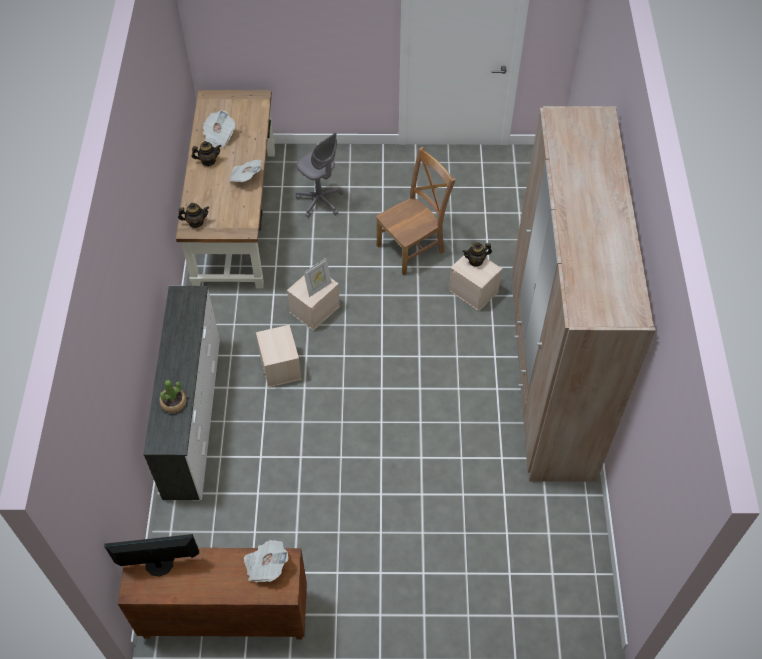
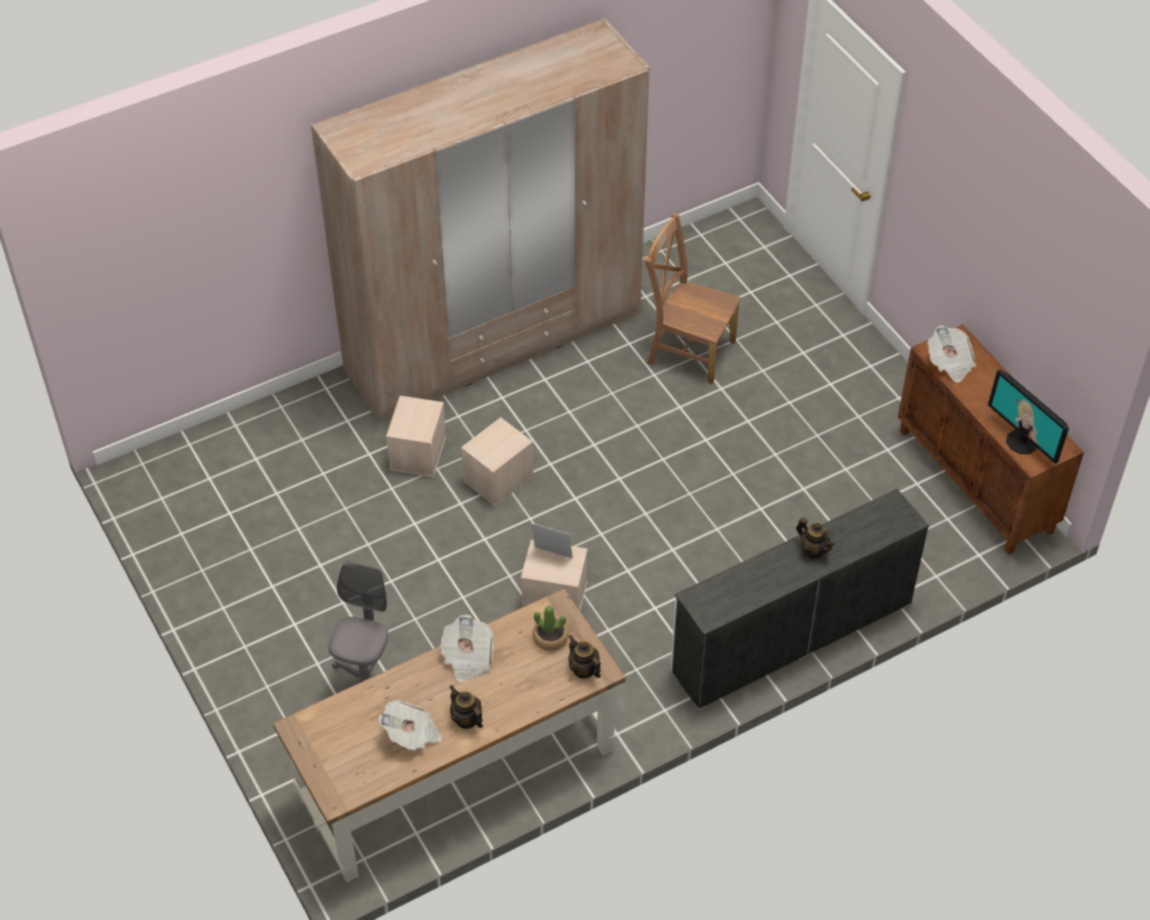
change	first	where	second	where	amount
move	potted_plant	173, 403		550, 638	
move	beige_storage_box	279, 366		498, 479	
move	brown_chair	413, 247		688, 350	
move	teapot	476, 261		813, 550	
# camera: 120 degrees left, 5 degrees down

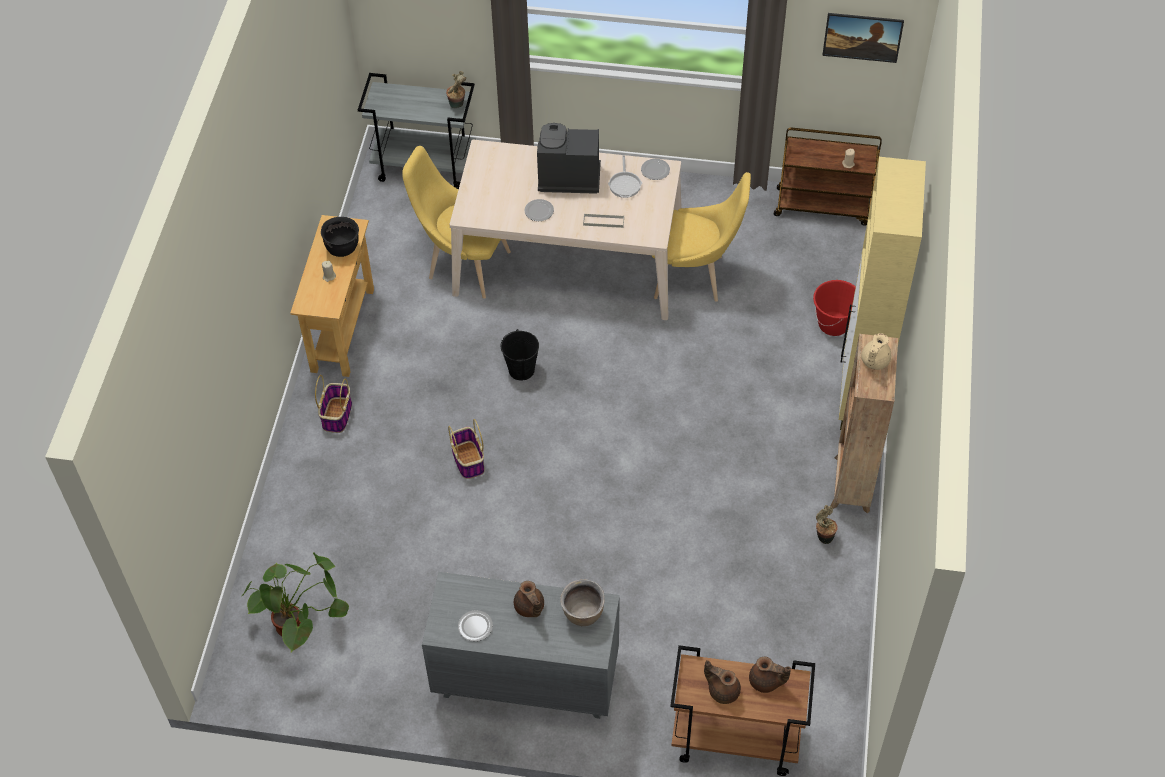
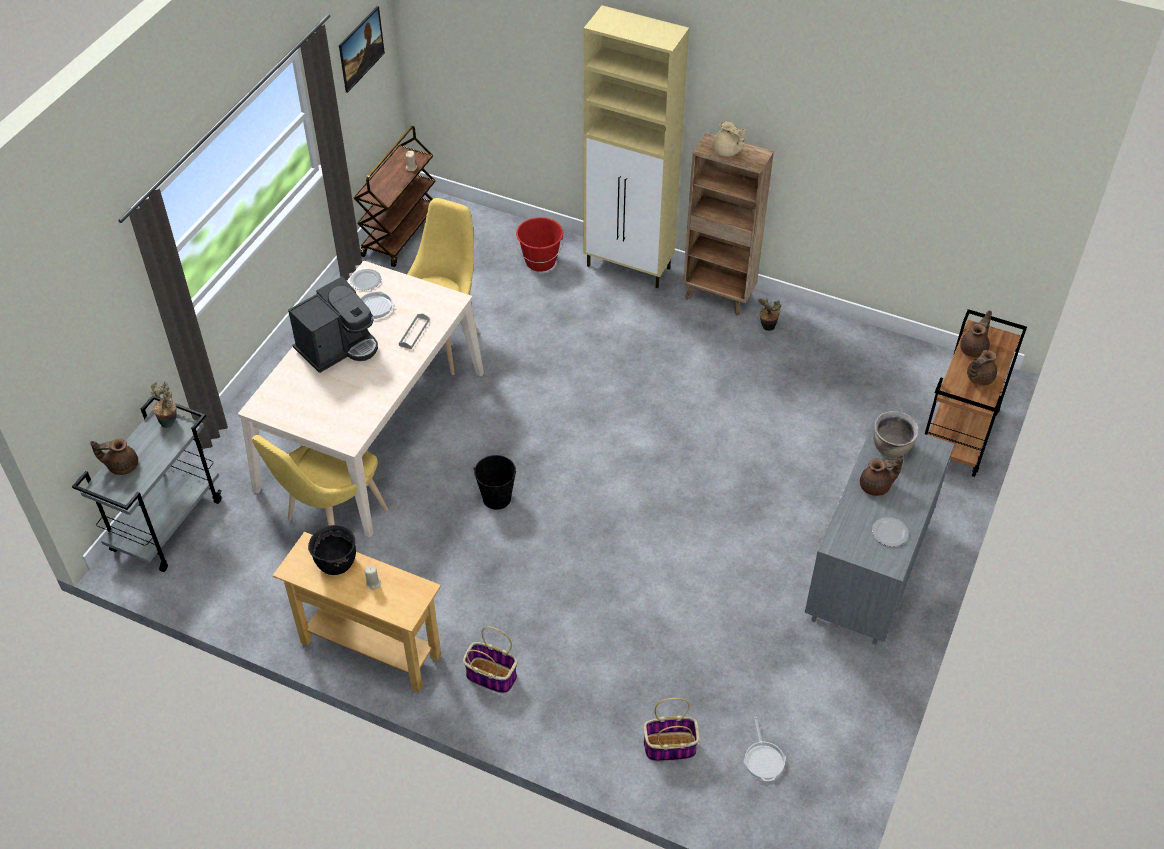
change	first	where	second	where	amount
delete	plate	539, 211			
insert			brown_teapot	122, 465	
move	basket	468, 460		669, 747	
replace	potted_plant	302, 626	frying_pan	763, 759	
rotate	coffee_machine	567, 177		338, 347	150 degrees counterclockwise
# camera: 75 degrees left, 5 degrees down

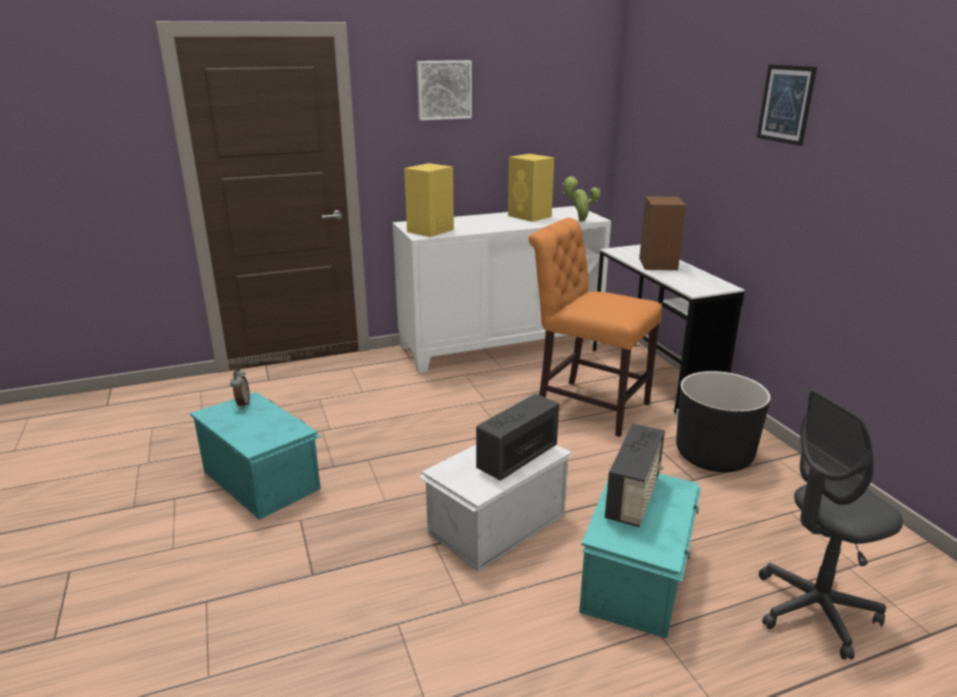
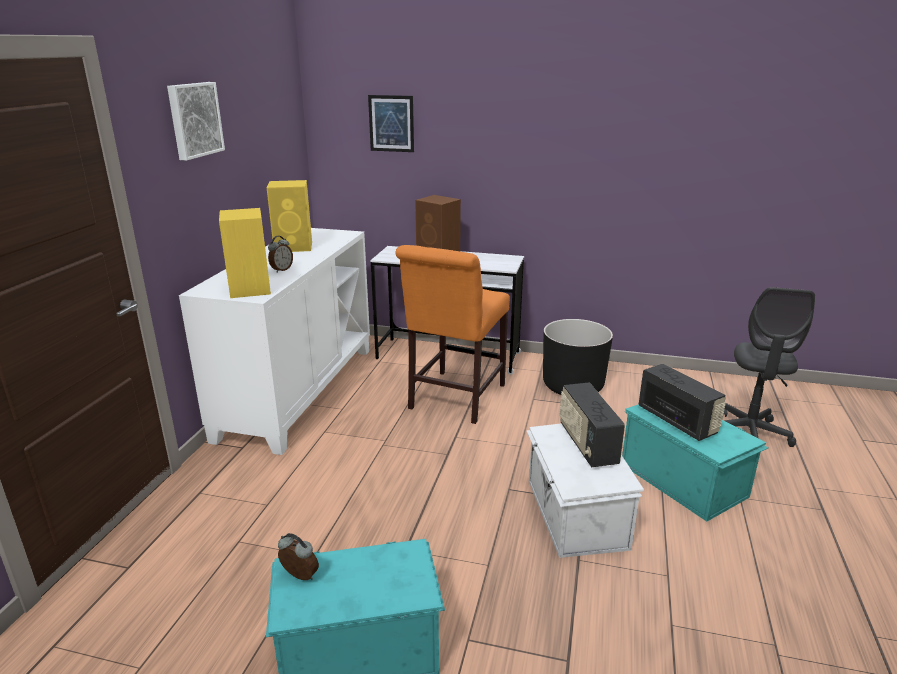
change	first	where	second	where	amount
delete	potted_plant	579, 221			
insert			alarm_clock	281, 270	
move	picture	785, 104		391, 123	
rotate	orange_chair	587, 405		454, 399	45 degrees counterclockwise
# camera: 55 degrees left, 0 degrees up

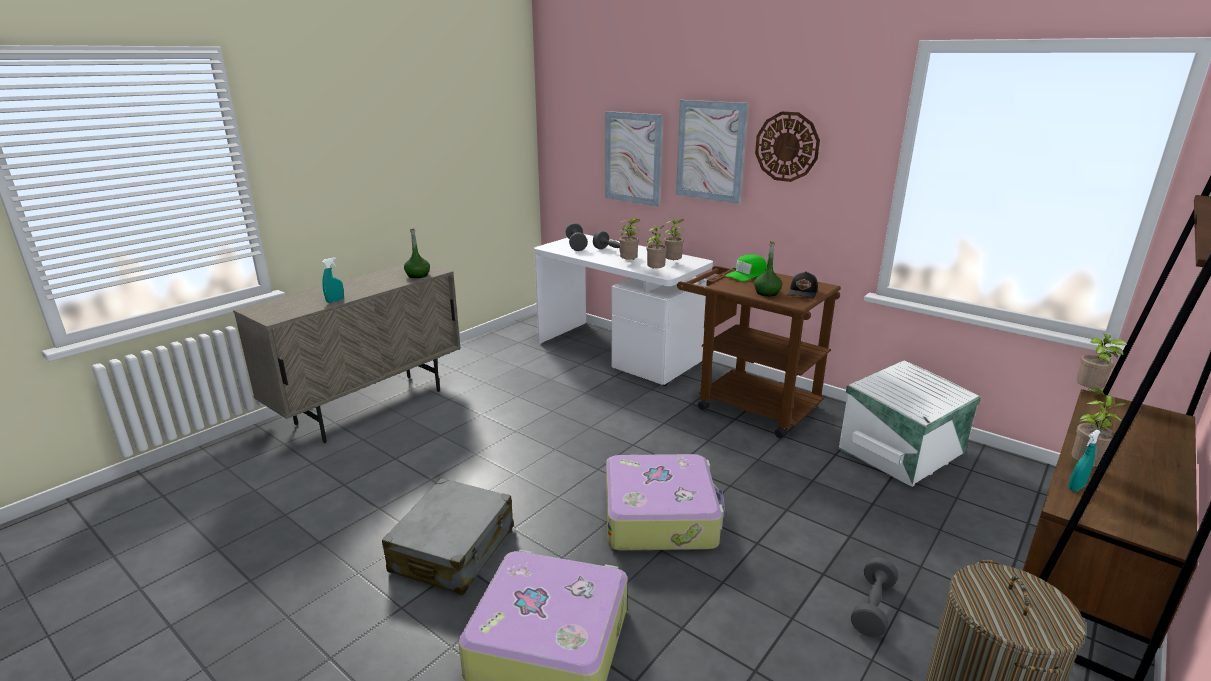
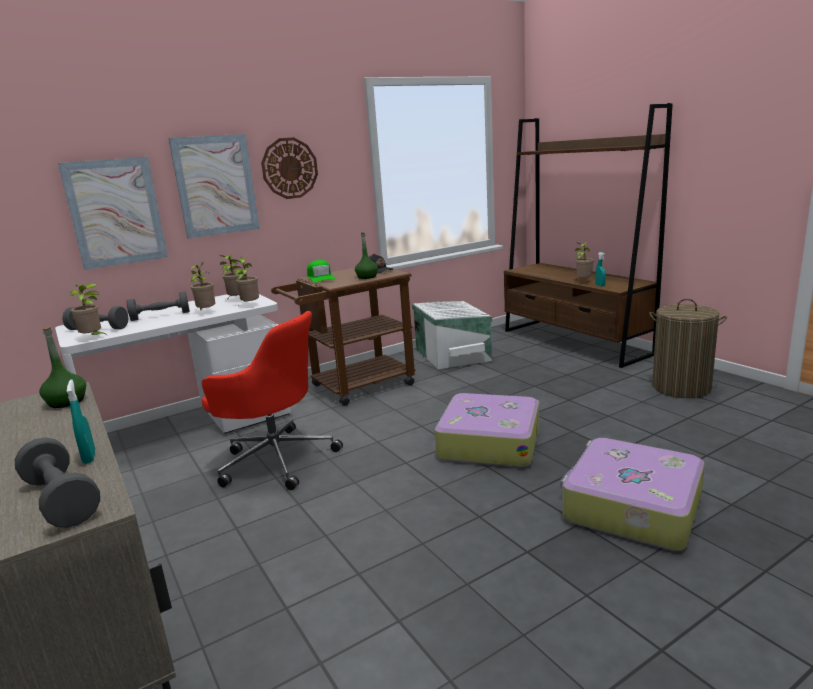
change	first	where	second	where	amount
delete	grey_suitcase	453, 549			
insert			red_office_chair	276, 459	
move	grey_dumbbell	872, 607		61, 500	
move	potted_plant	1089, 393		93, 338	
# camera: 70 degrees left, 5 degrees down

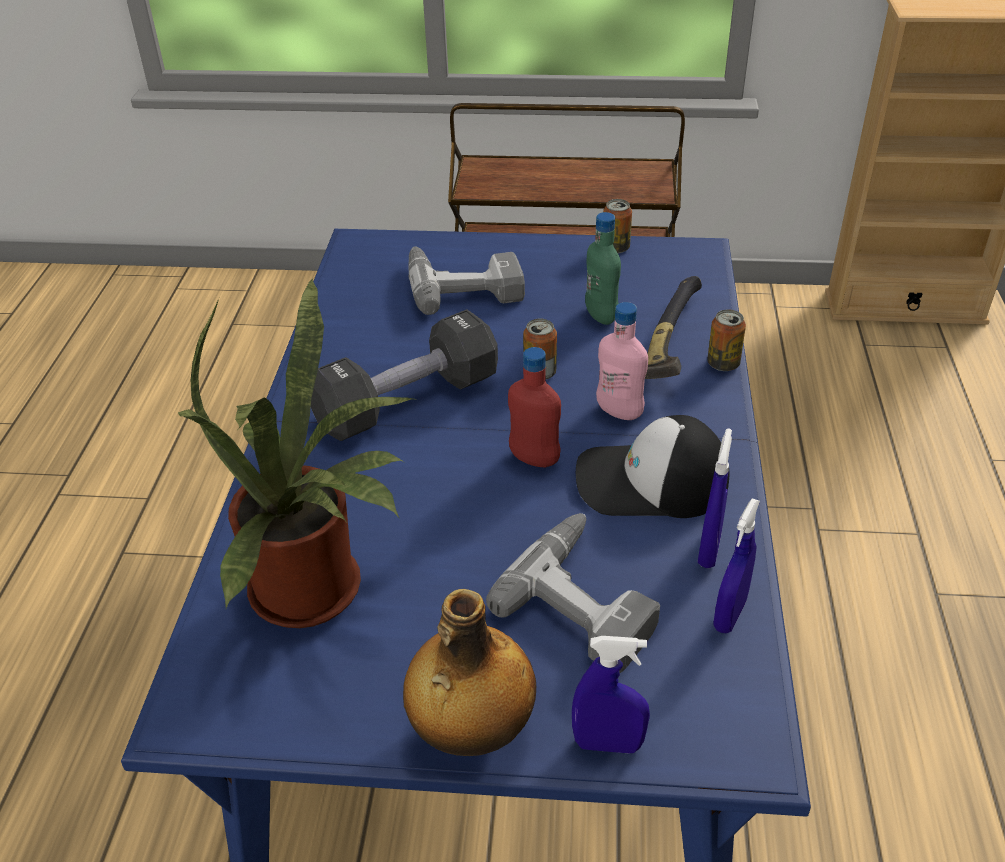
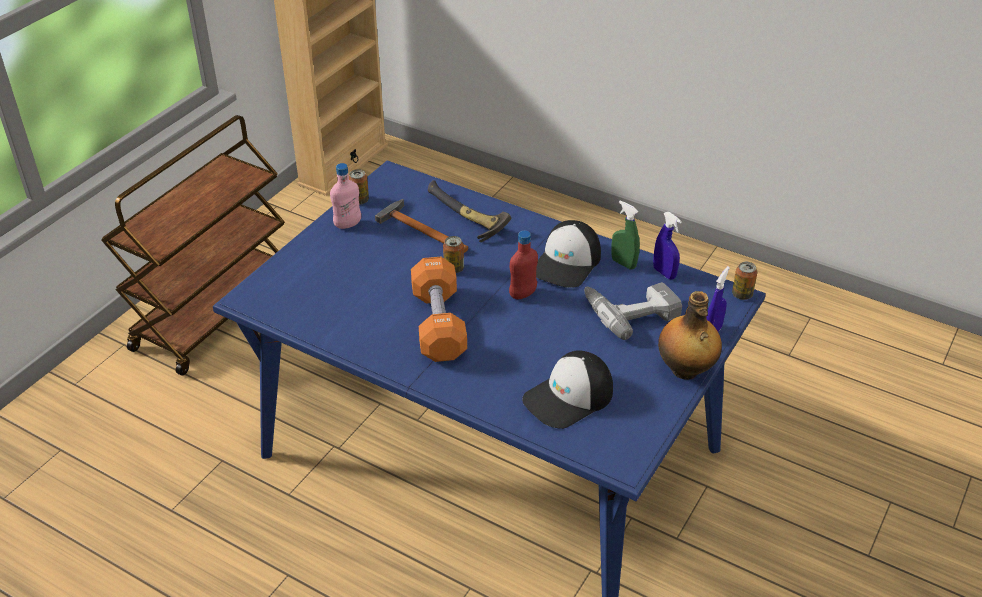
change	first	where	second	where	amount
delete	power_drill	463, 284			
move	pink_bottle	619, 411		347, 224	
move	can	723, 364		742, 294	
replace	potted_plant	318, 592	cap	569, 397	
replace	green_bottle	601, 316	hammer	421, 229	
recolor	black_dumbbell	407, 401	orange_dumbbell	438, 324	
recolor	blue_spray_bottle	709, 550	green_spray_bottle	623, 263	
# camera: 65 degrees left, 0 degrees up

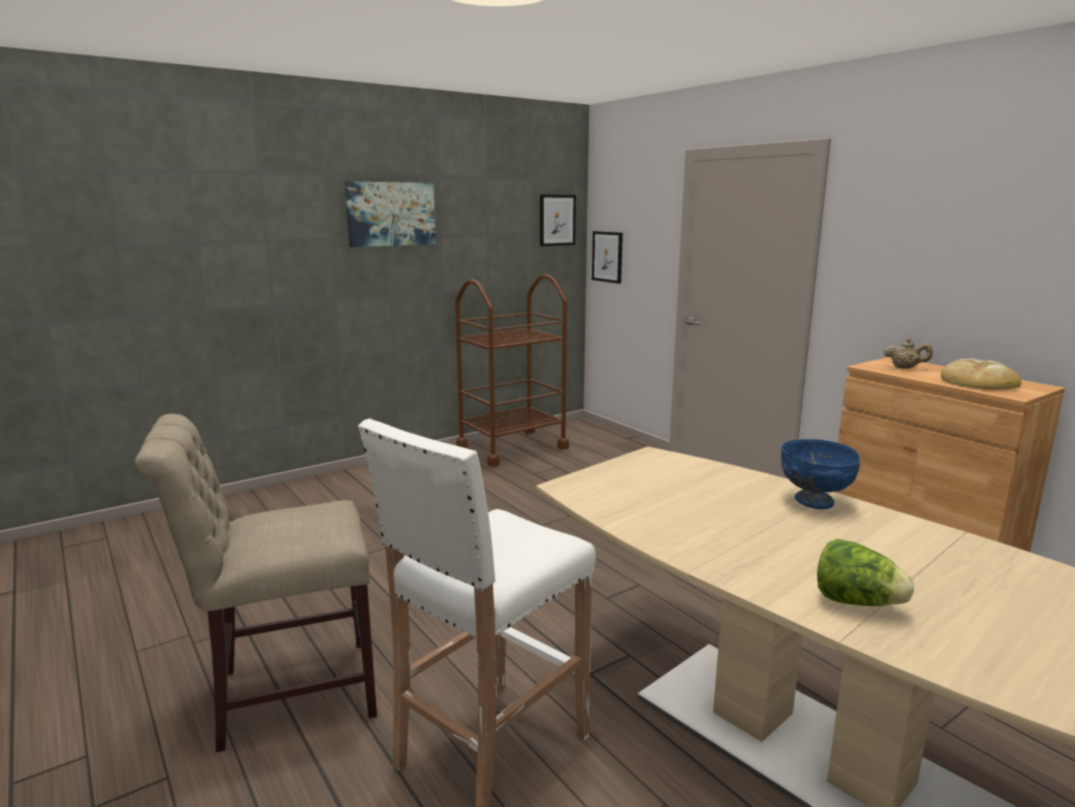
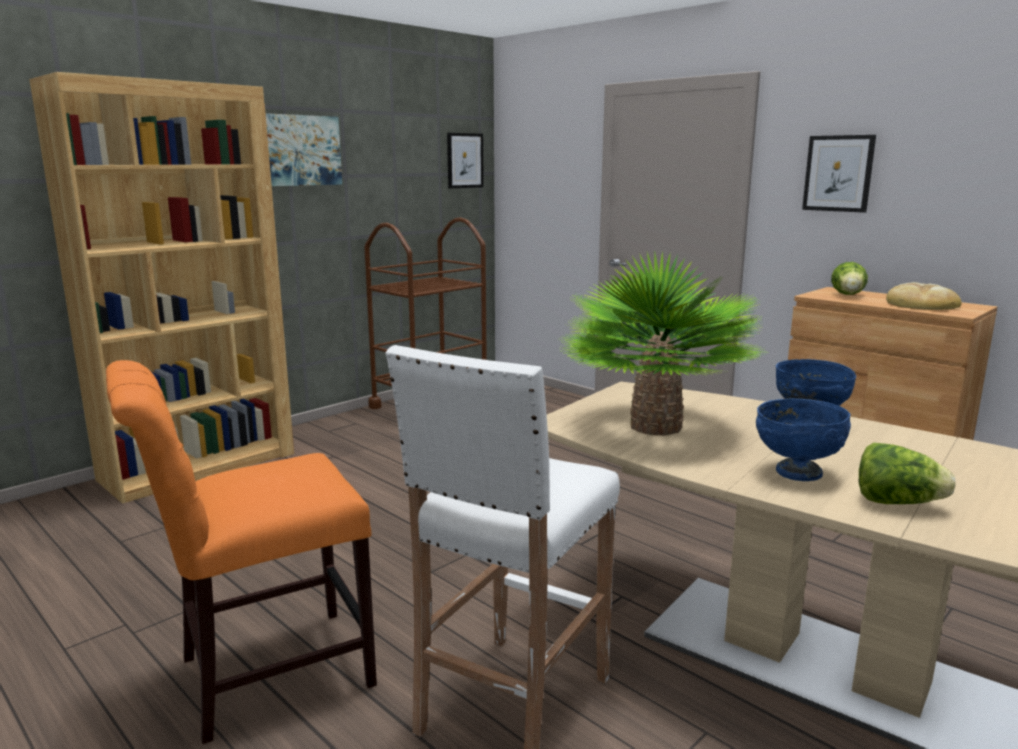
change	first	where	second	where	amount
insert			brown_bookcase	200, 466	
insert			potted_plant	655, 426	
insert			blue_bowl	797, 472	
move	picture	607, 256		838, 173	
replace	beige_teapot	905, 368	lettuce	848, 295	
recolor	beige_chair	285, 694	orange_chair	264, 674	
# camera: 10 degrees left, 0 degrees up

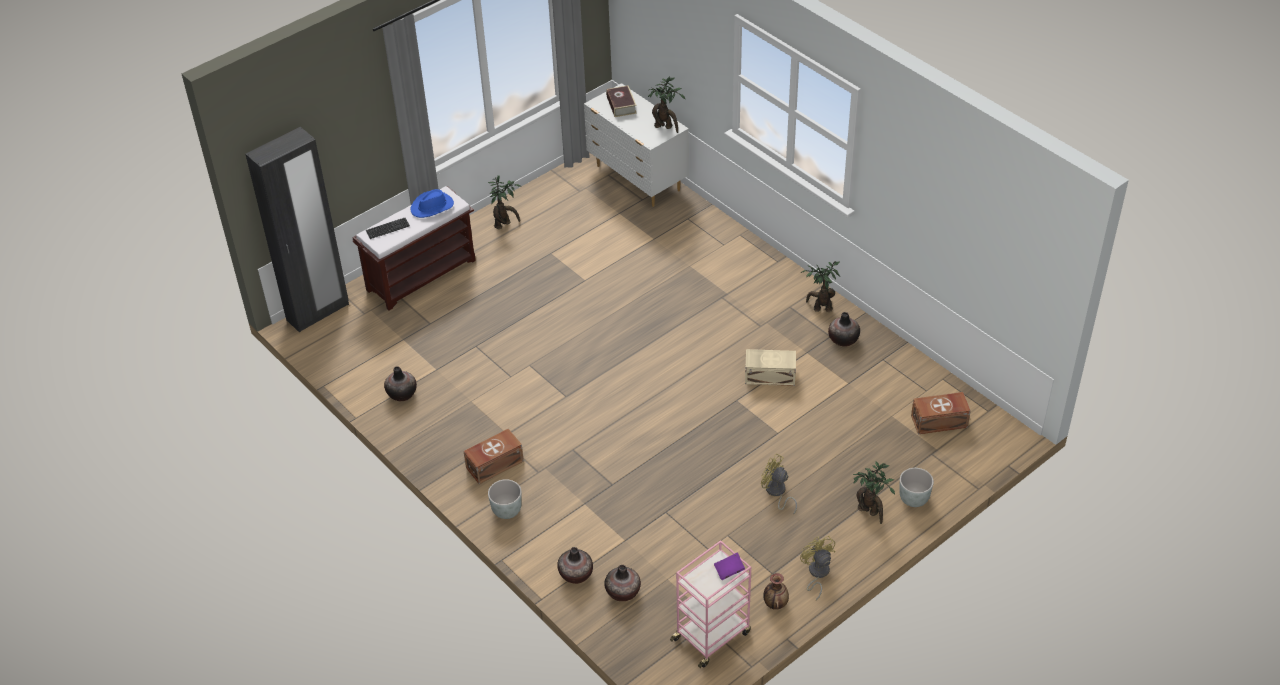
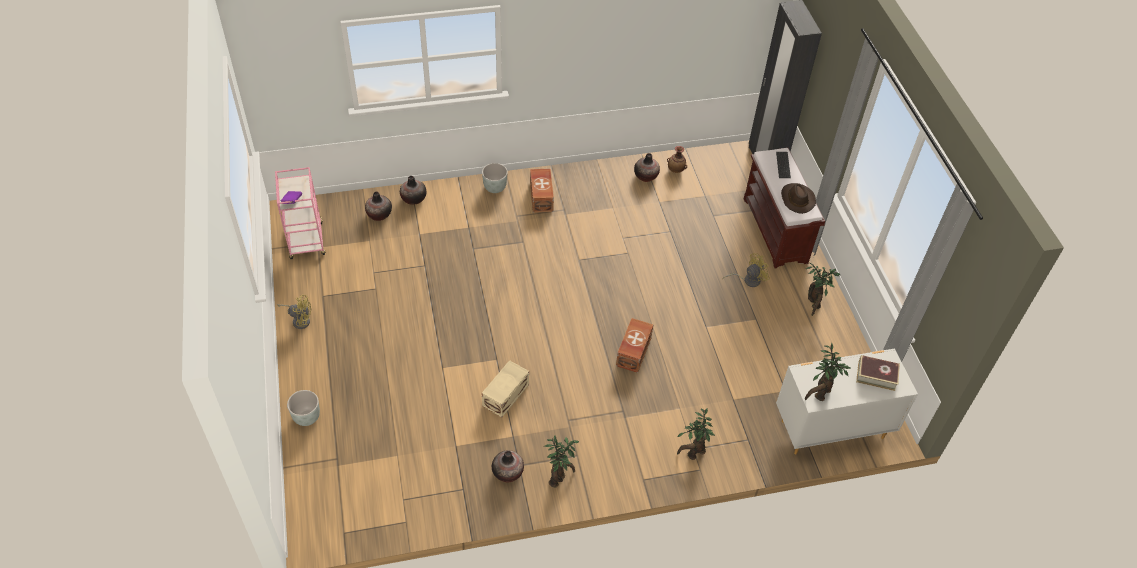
change	first	where	second	where	amount
move	yellow_fan	776, 493		748, 280	
move	vase	775, 603		676, 170	
move	potted_plant	869, 512		693, 453	
move	brown_storage_box	940, 422		632, 352	
recolor	blue_hat	432, 207	brown_hat	797, 199	
# camera: 115 degrees right, 5 degrees up

